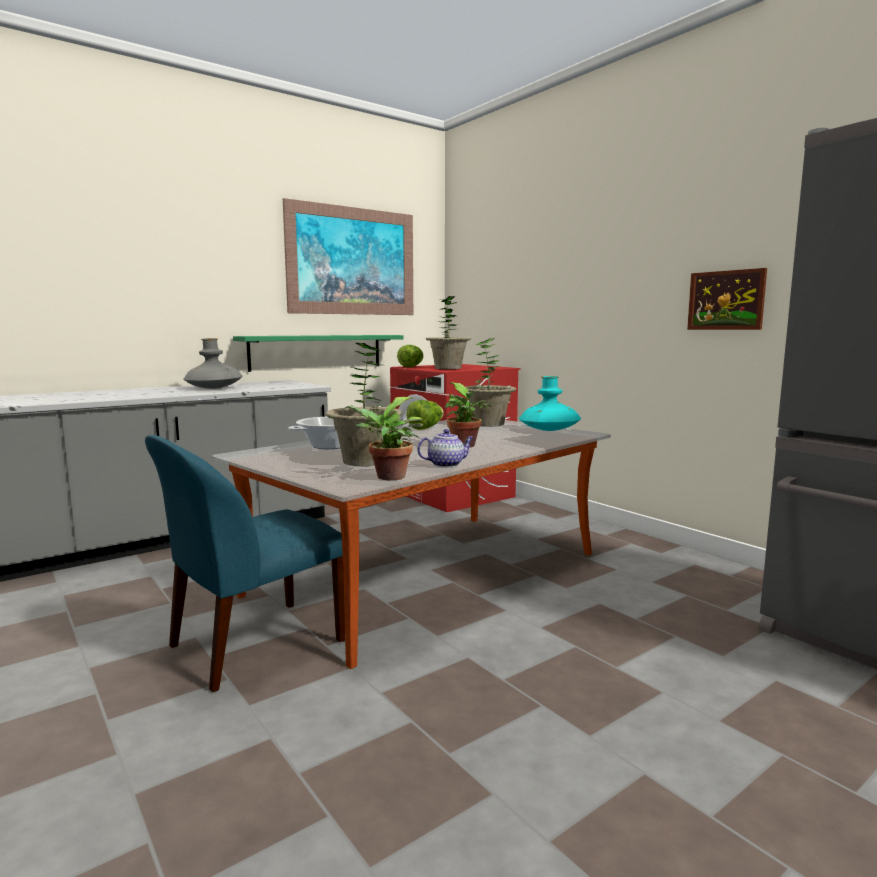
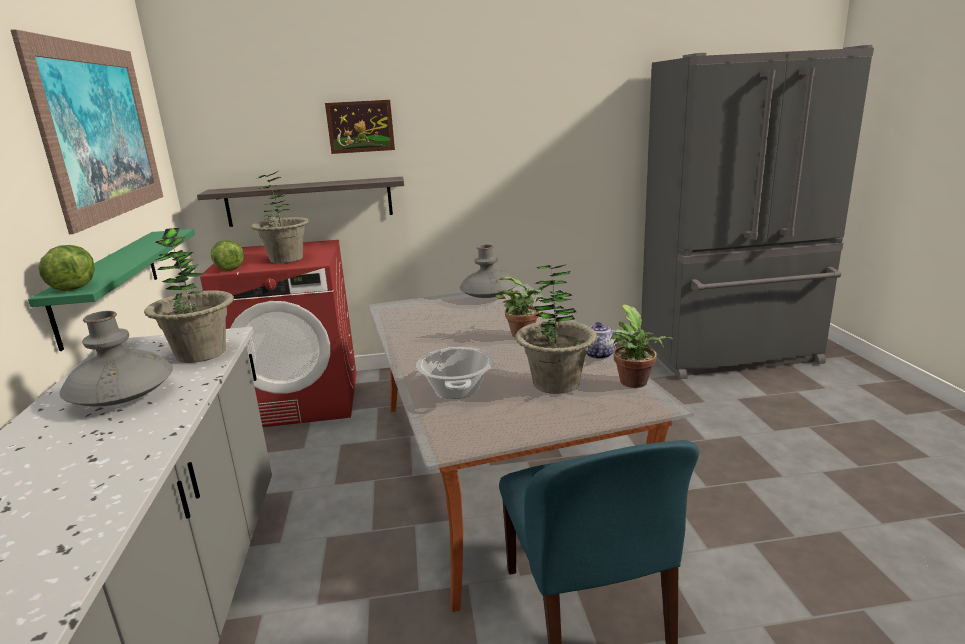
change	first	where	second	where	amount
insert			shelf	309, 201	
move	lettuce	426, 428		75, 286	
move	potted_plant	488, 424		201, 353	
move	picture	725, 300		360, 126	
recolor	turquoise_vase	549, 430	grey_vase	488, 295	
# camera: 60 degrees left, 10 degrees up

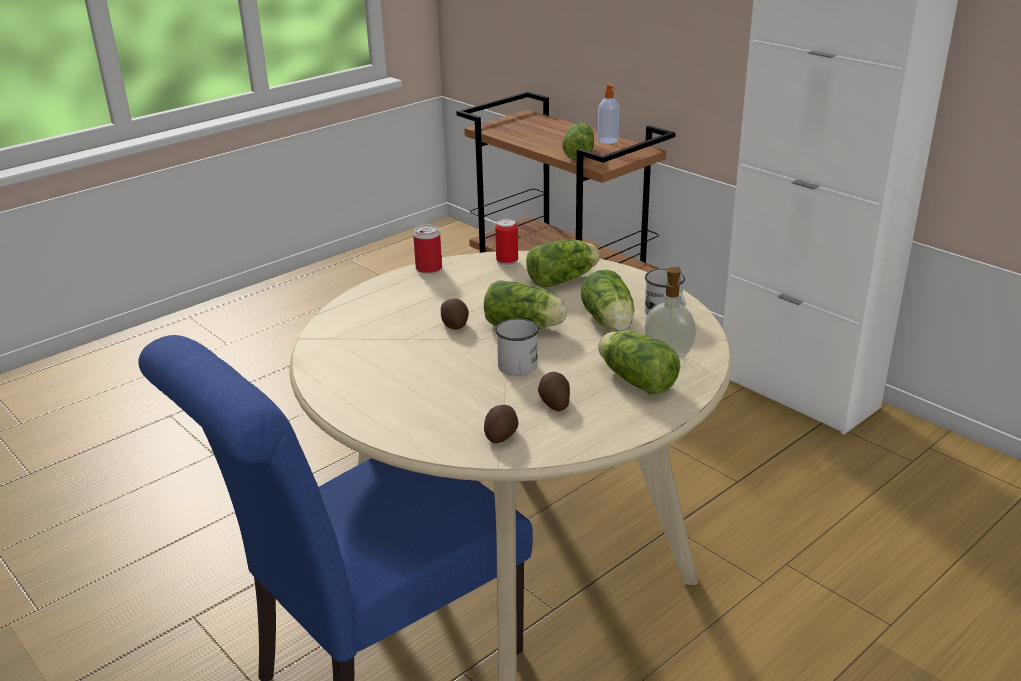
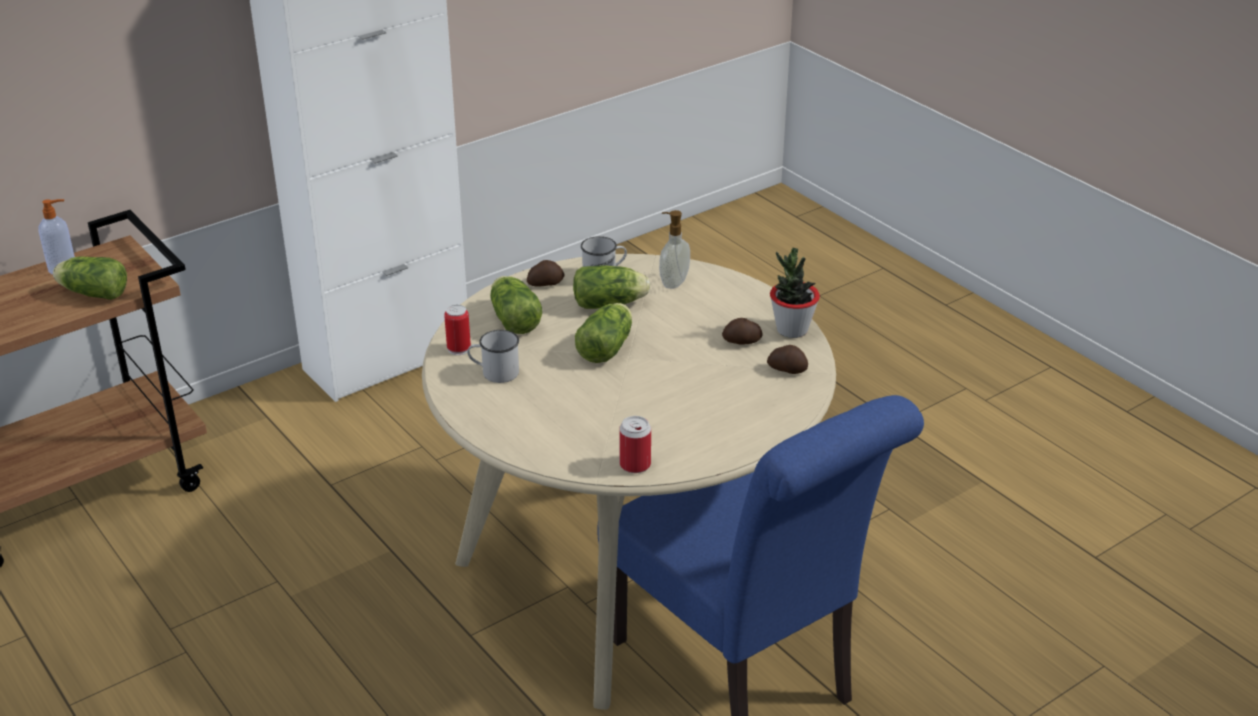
change	first	where	second	where	amount
delete	lettuce	634, 379			
insert			potted_plant	792, 330	
move	can	429, 268		635, 464	
move	potato	454, 324		545, 283	
move	white_mug	517, 362		494, 372	
# camera: 85 degrees left, 5 degrees up

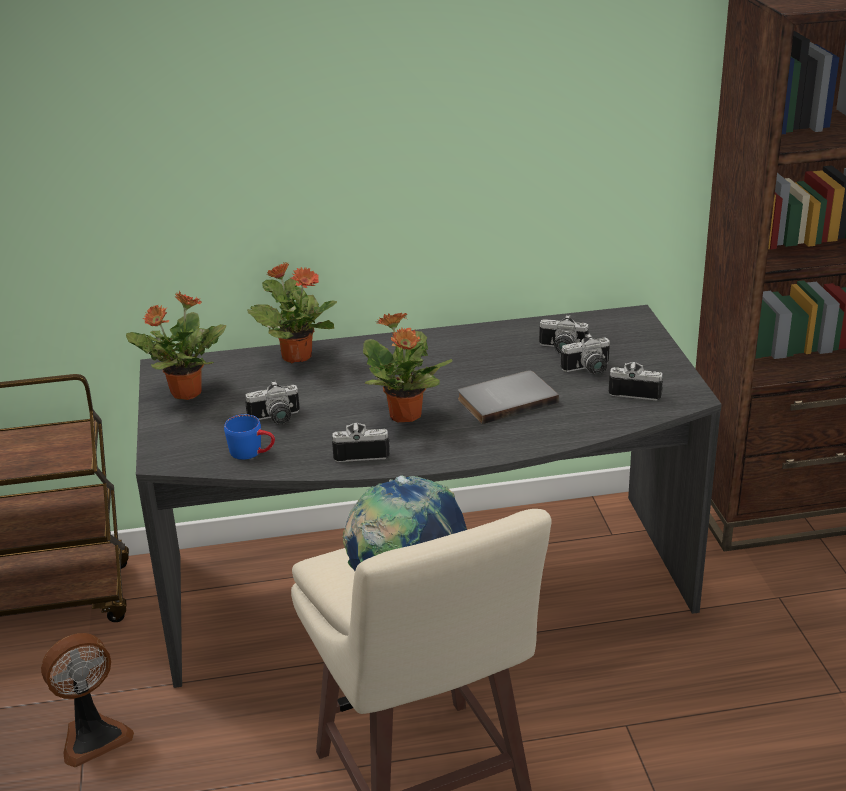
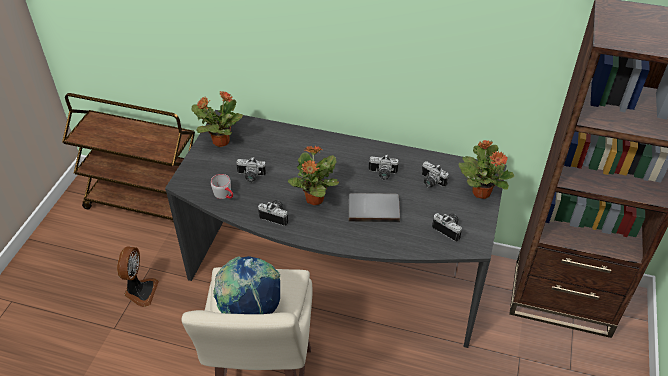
change	first	where	second	where	amount
move	potted_plant	296, 356		481, 192	
move	photo_camera	589, 370		382, 174	
recolor	blue_mug	253, 452	grey_mug	225, 195	
rotate	fan	93, 736		140, 291	75 degrees counterclockwise
# camera: 25 degrees right, 15 degrees up

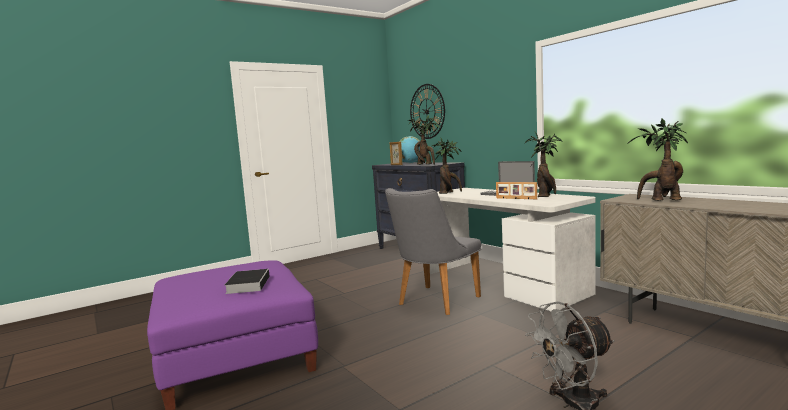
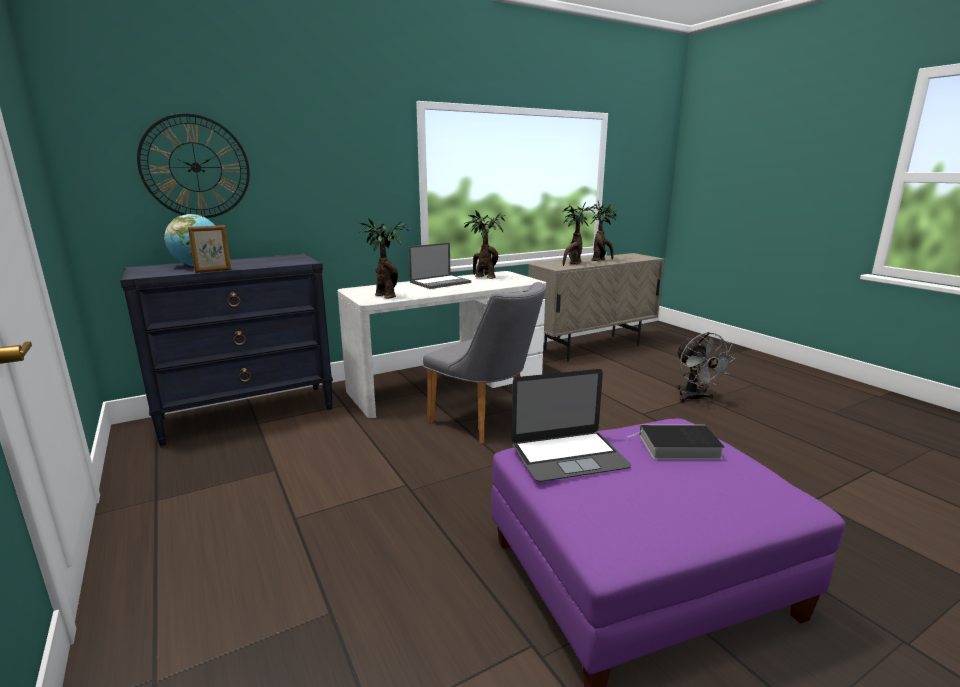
change	first	where	second	where	amount
delete	picture_frame	516, 198			
insert			laptop	569, 455	
move	potted_plant	426, 164		600, 260	
# camera: 85 degrees left, 10 degrees up

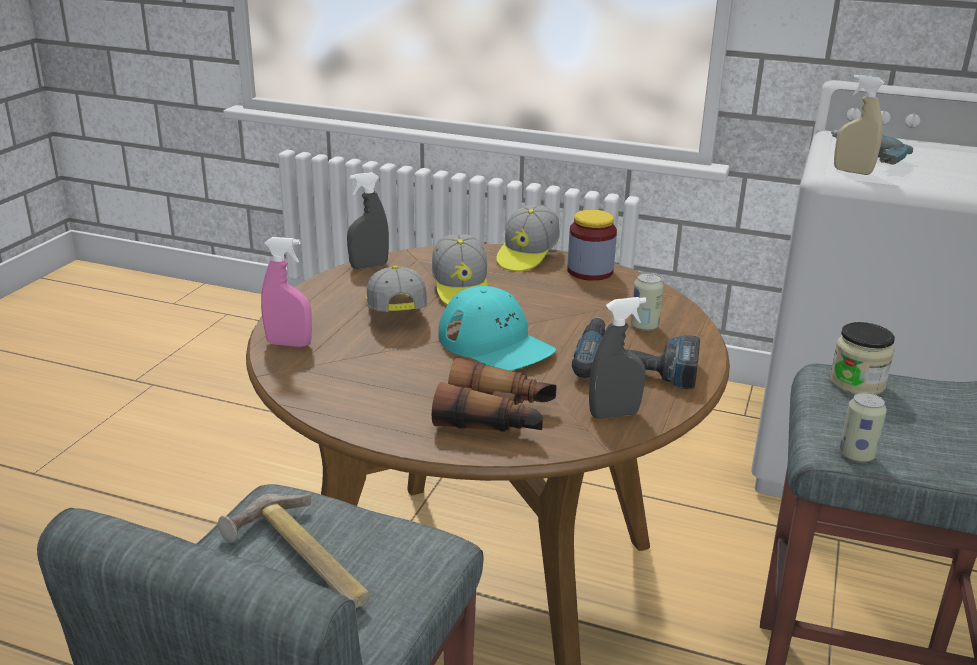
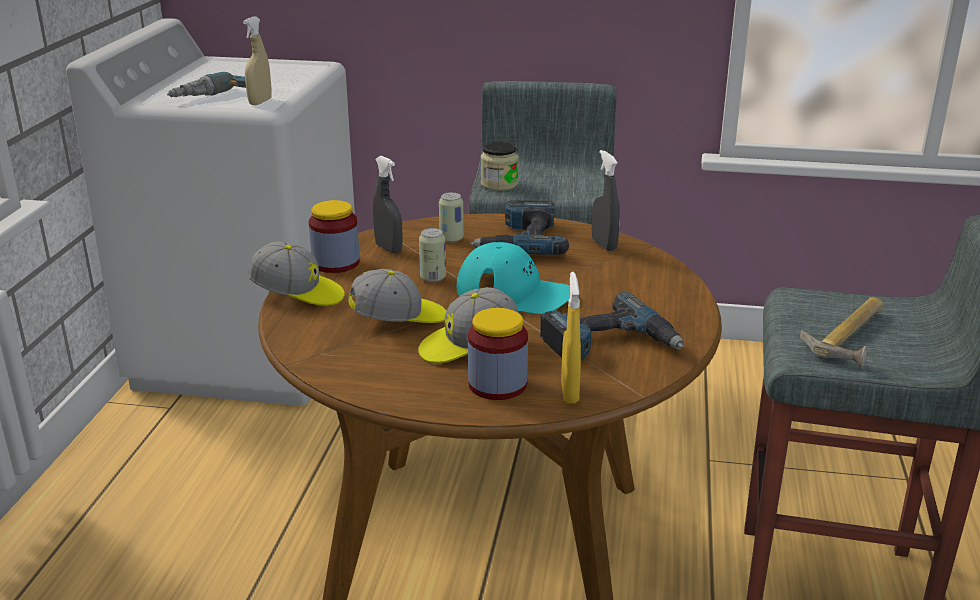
change	first	where	second	where	amount
delete	binoculars	496, 417			
insert			jar	497, 385	
insert			power_drill	610, 343	
move	grey_spray_bottle	369, 266		388, 248	
move	can	856, 455		433, 278	
recolor	pink_spray_bottle	289, 344	yellow_spray_bottle	569, 392	
rotate	turquoise_cap	495, 344		515, 293	75 degrees clockwise
# camera: 100 degrees left, 0 degrees up

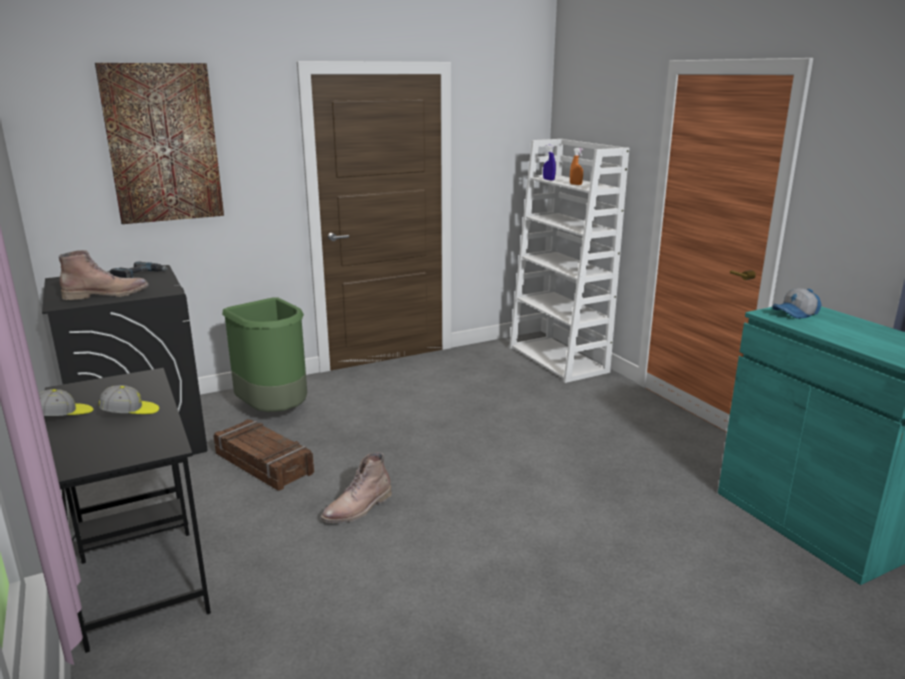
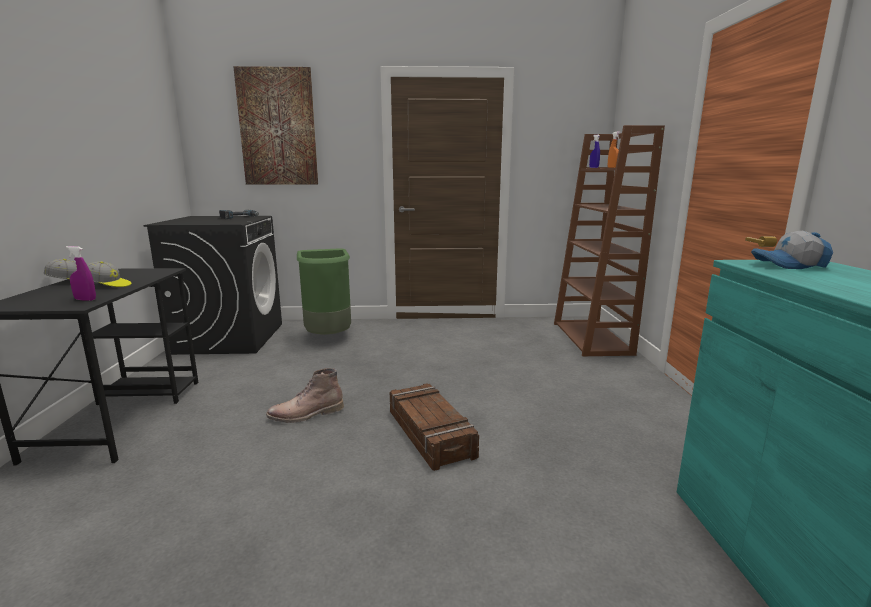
change	first	where	second	where	amount
delete	brown_boot	107, 294			
insert			purple_spray_bottle	85, 299	
move	crate	263, 464		429, 434	
recolor	white_bookcase	559, 360	brown_bookcase	592, 338	
# camera: 25 degrees right, 5 degrees down

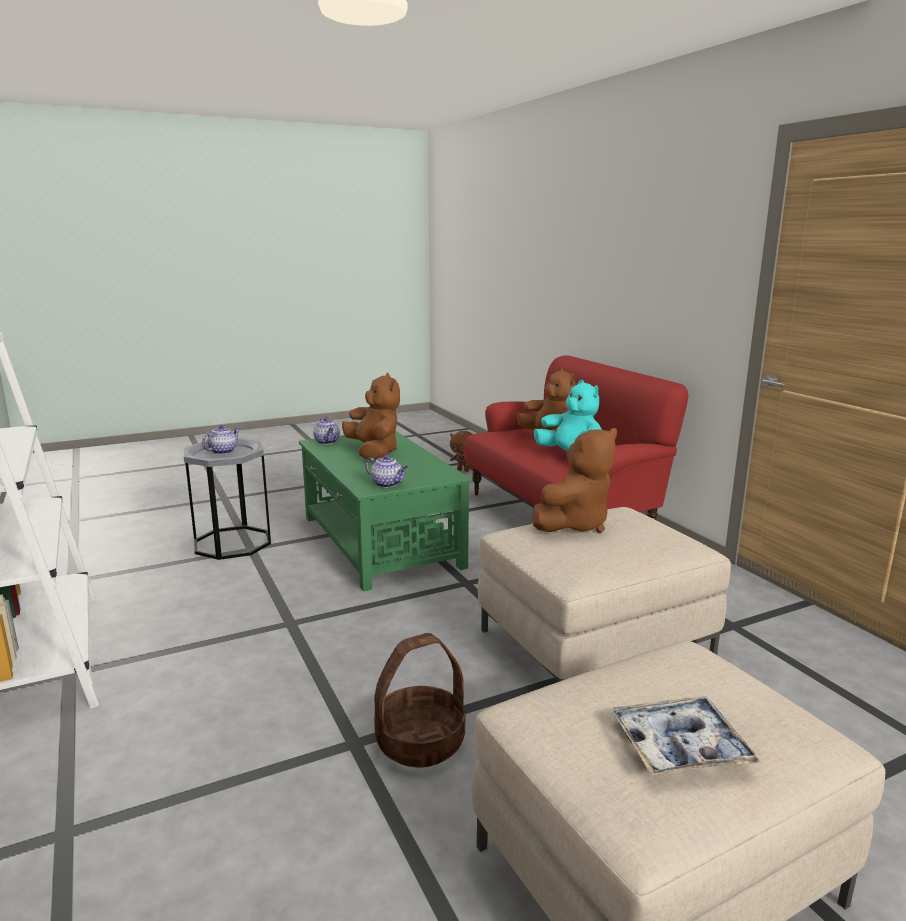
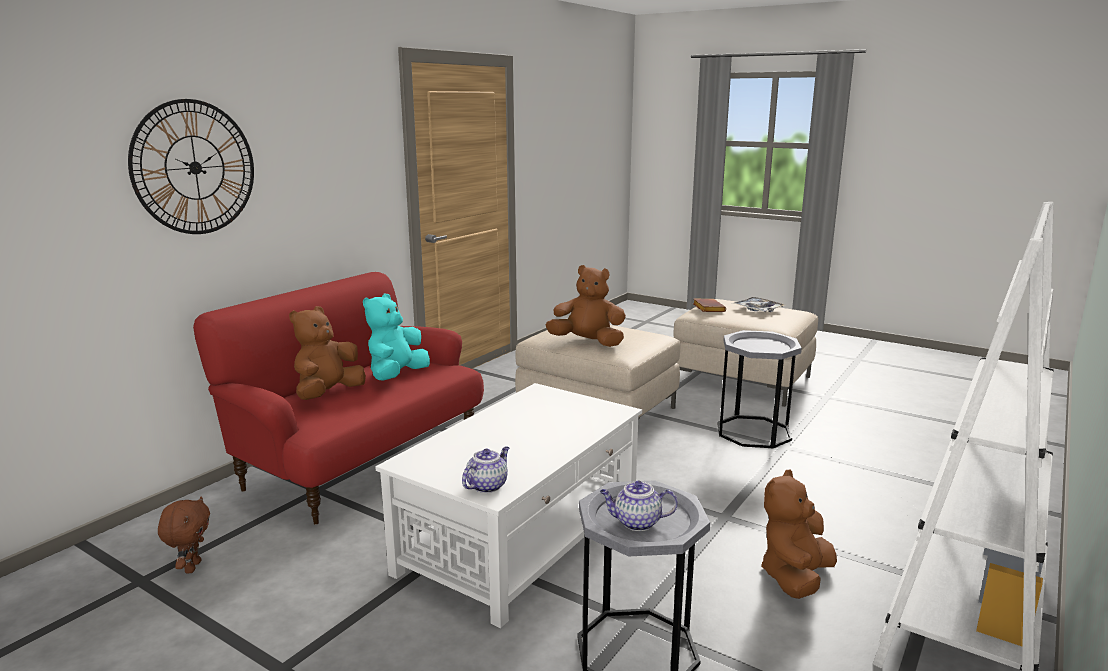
change	first	where	second	where	amount
delete	teapot	387, 484			
insert			wall_clock	195, 167	
insert			brown_book	707, 308	
move	brown_plush_toy	374, 453		795, 578	
replace	basket	420, 741	grey_side_table	753, 432	
recolor	green_coffee_table	380, 542	white_coffee_table	522, 537	
# camera: 120 degrees left, 0 degrees up

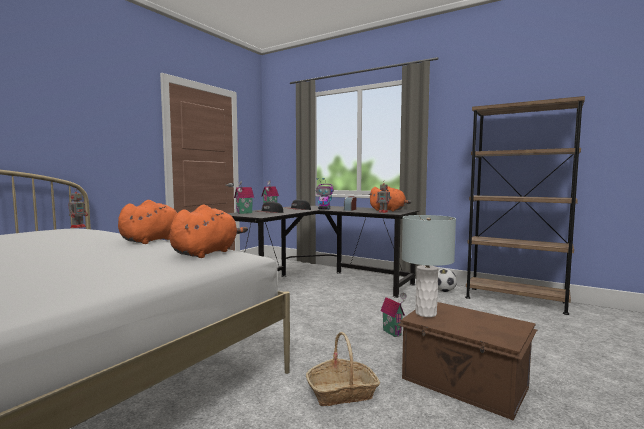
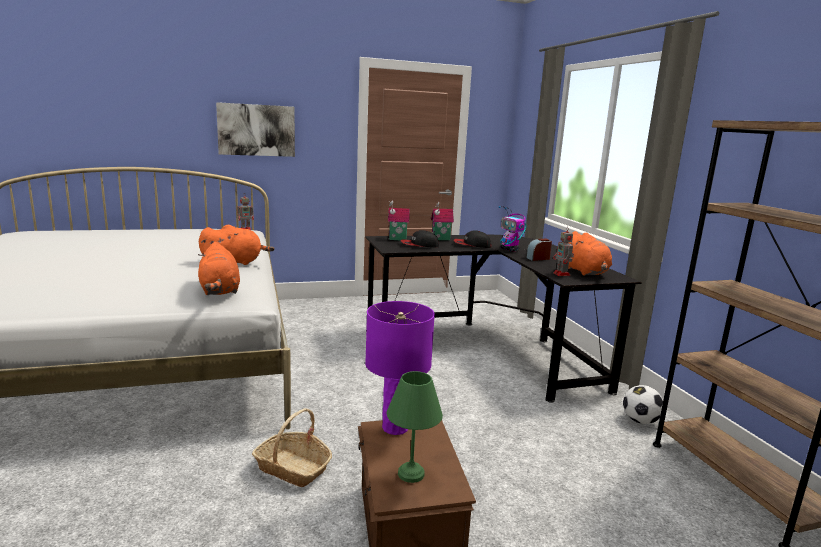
change	first	where	second	where	amount
delete	toy_house	393, 332			
insert			picture	256, 130	
insert			green_table_lamp	411, 473	
recolor	grey_table_lamp	426, 313	purple_table_lamp	395, 428	
rotate	orange_plush_toy	207, 253		219, 291	90 degrees clockwise
# camera: 40 degrees right, 10 degrees up

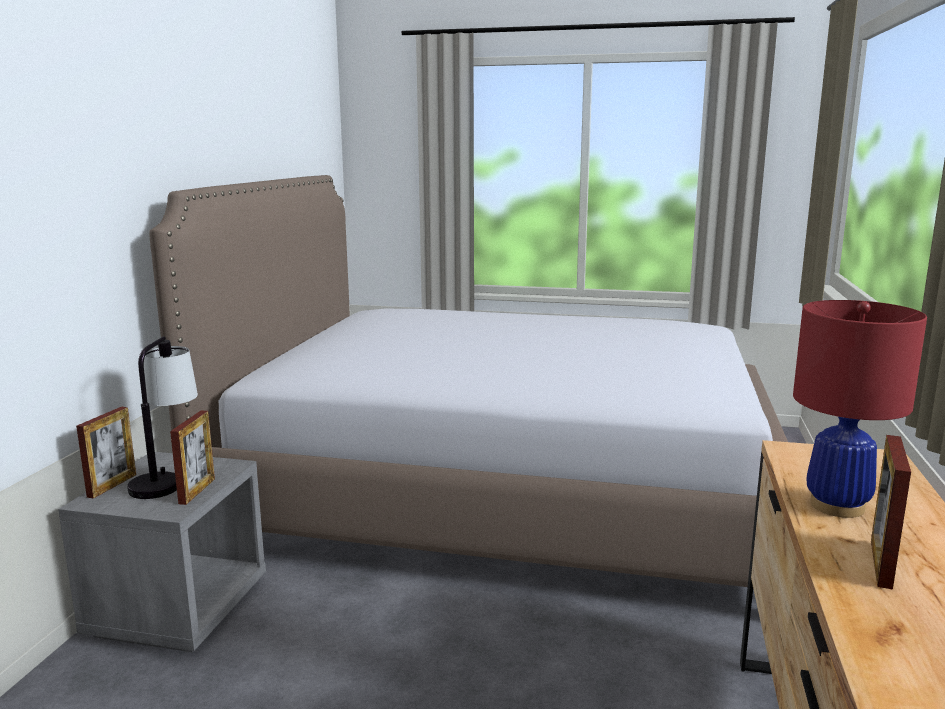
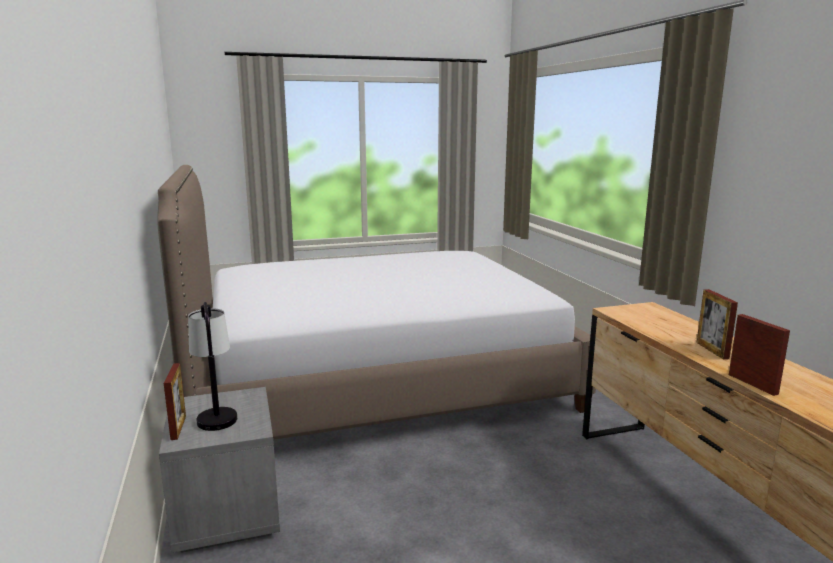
change	first	where	second	where	amount
delete	red_table_lamp	836, 506			
move	picture_frame	197, 491		752, 384	
# camera: 30 degrees left, 0 degrees up

